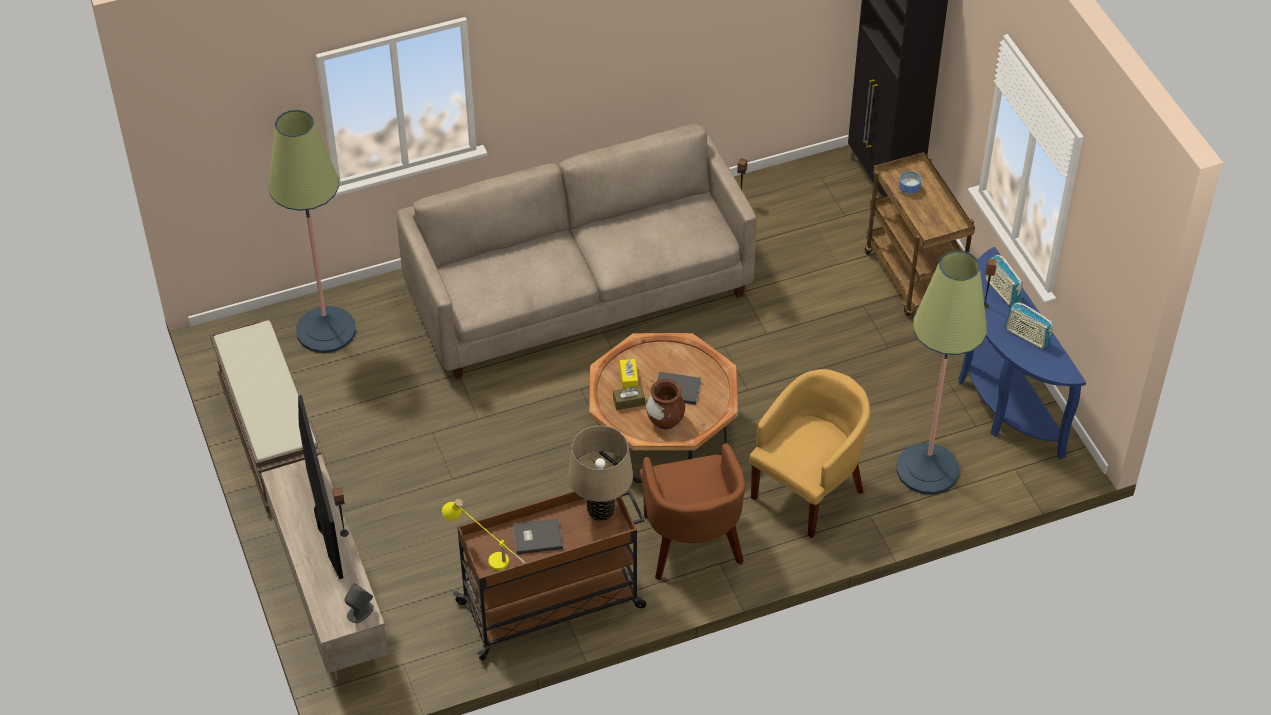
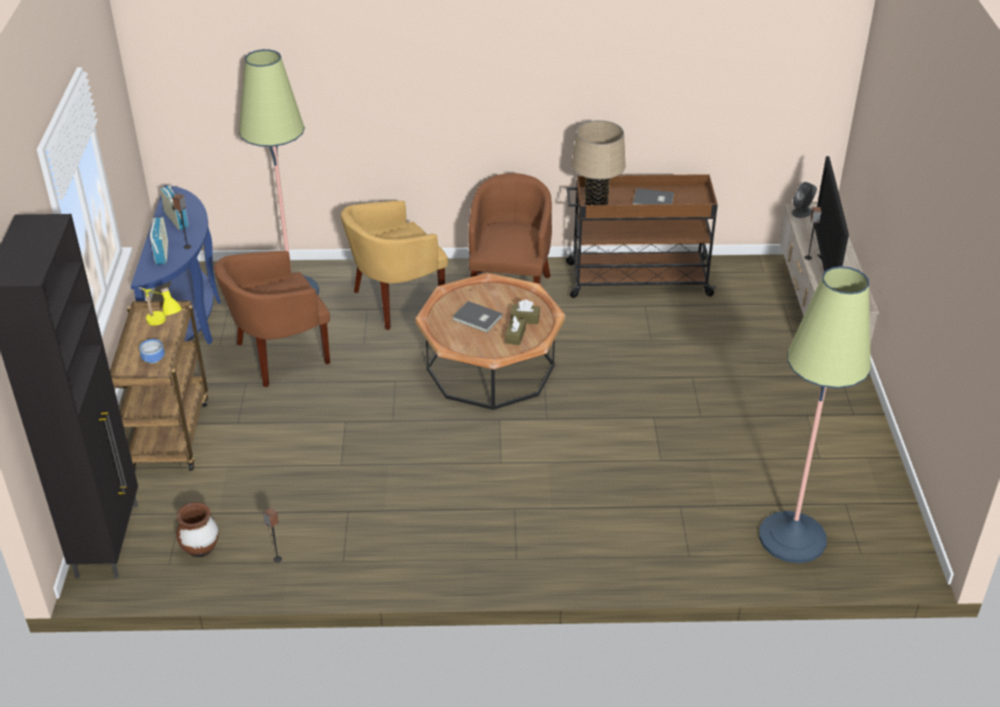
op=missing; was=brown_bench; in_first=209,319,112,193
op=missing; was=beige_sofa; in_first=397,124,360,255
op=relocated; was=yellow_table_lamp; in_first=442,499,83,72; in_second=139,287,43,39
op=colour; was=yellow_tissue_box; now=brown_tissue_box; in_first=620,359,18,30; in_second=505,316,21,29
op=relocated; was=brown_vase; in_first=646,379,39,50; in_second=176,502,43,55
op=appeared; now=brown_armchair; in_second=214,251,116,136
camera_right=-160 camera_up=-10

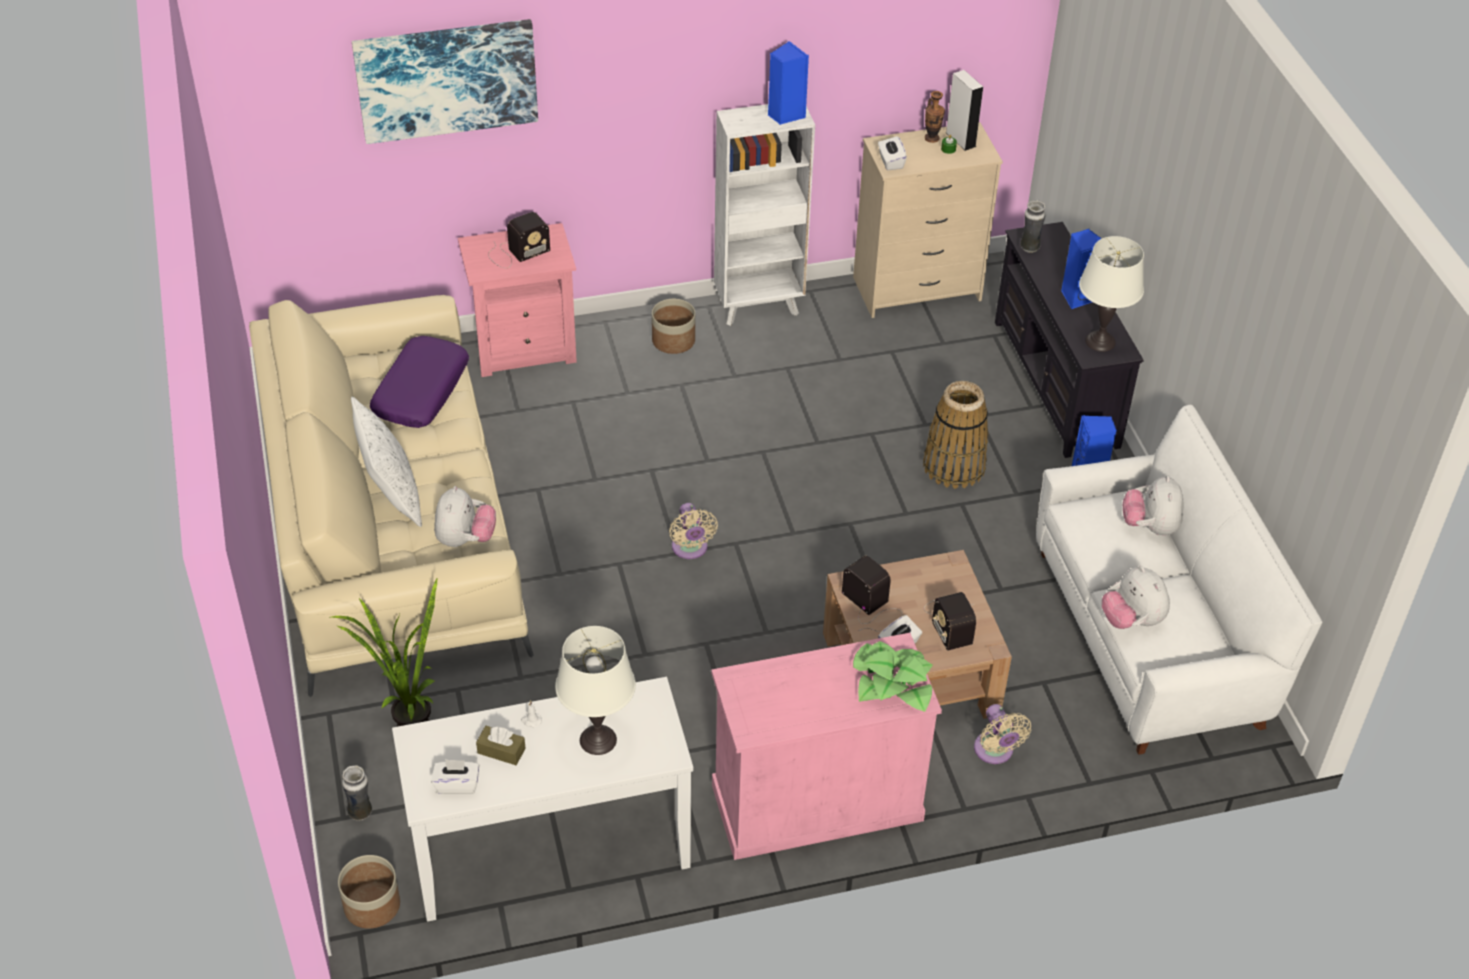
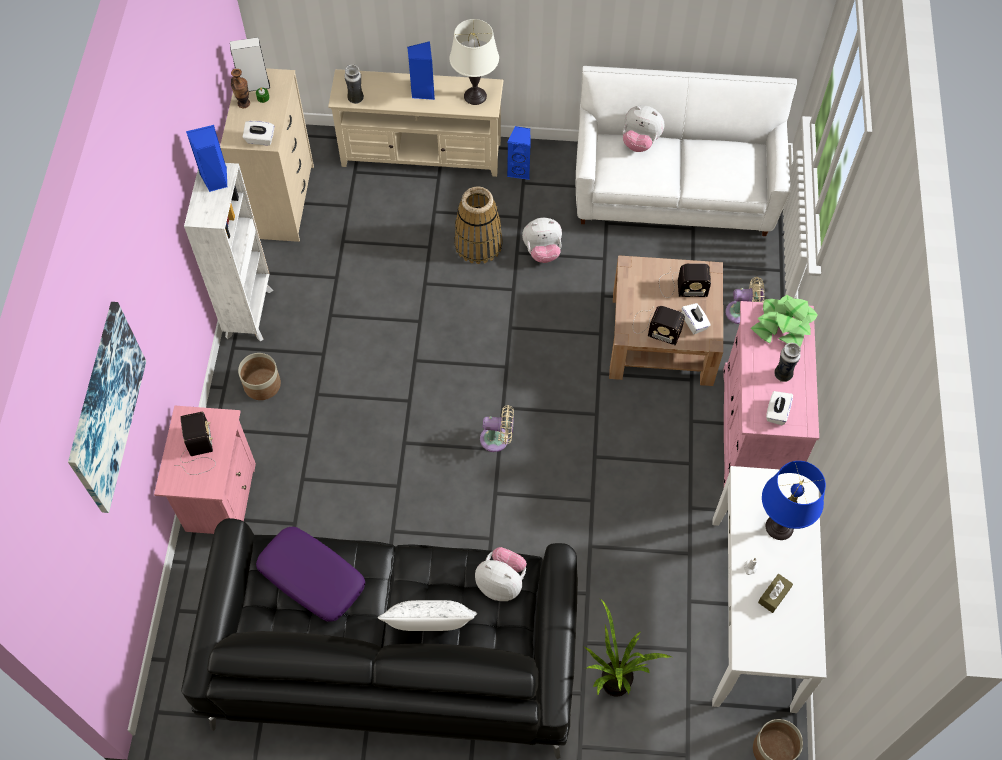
op=colour; was=beige_sofa; now=black_sofa; in_first=249,295,284,402; in_second=181,518,397,241
op=relocated; was=vase; in_first=342,765,30,56; in_second=774,343,27,39
op=relocated; was=white_tissue_box; in_first=431,759,48,35; in_second=766,391,27,34
op=colour; was=white_table_lamp; now=blue_table_lamp; in_first=555,626,81,129; in_second=762,461,64,79
op=spun; was=radio; in_first=842,556,60,76; in_second=633,306,52,40; clockwise=-135
op=colour; was=black_tv_stand; now=beige_tv_stand; in_first=995,222,149,236; in_second=328,69,176,108
op=relocated; was=plush_toy; in_first=1102,566,68,63; in_second=522,218,40,45
camera_right=-70 camera_up=15

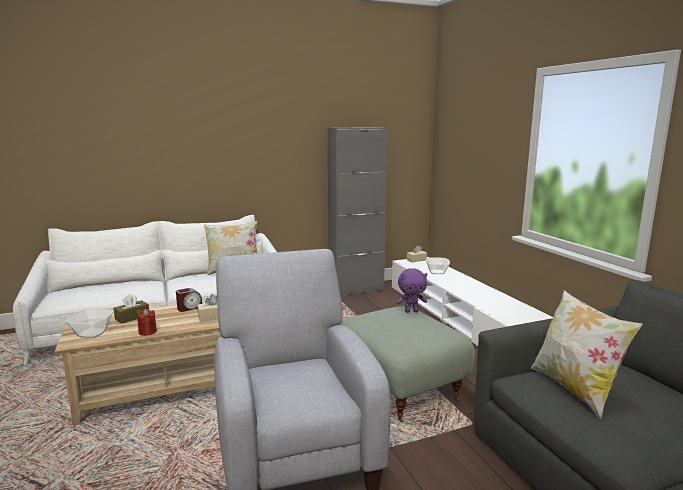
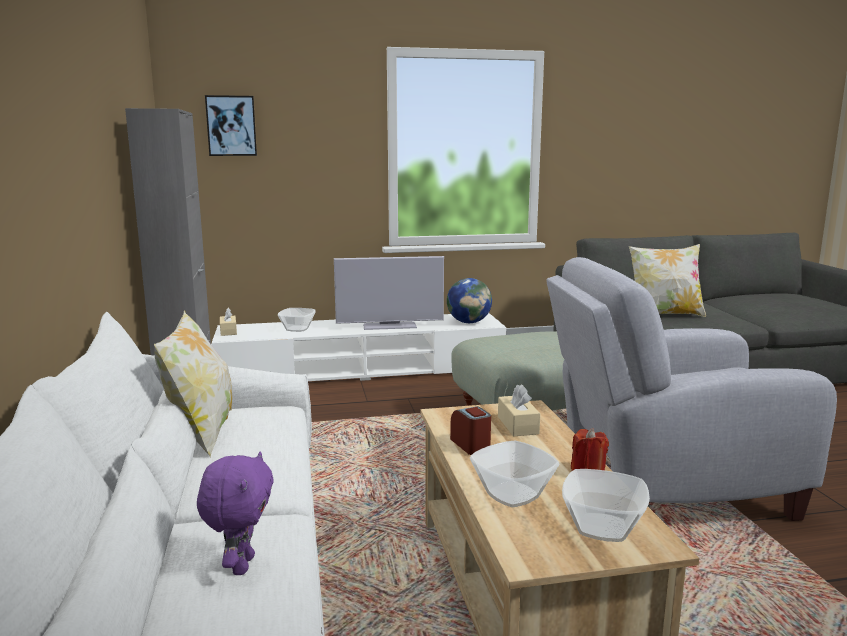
op=exchanged; was=brown_tissue_box; now=bowl; in_first=114,294,35,30; in_second=470,441,89,66
op=relocated; was=purple_plush_toy; in_first=396,268,31,45; in_second=197,451,77,124
op=appeared; now=picture; in_second=205,95,52,61
op=appeared; now=television; in_second=334,256,110,74
op=appeared; now=globe; in_second=447,278,45,45
camera_right=-80 camera_up=0

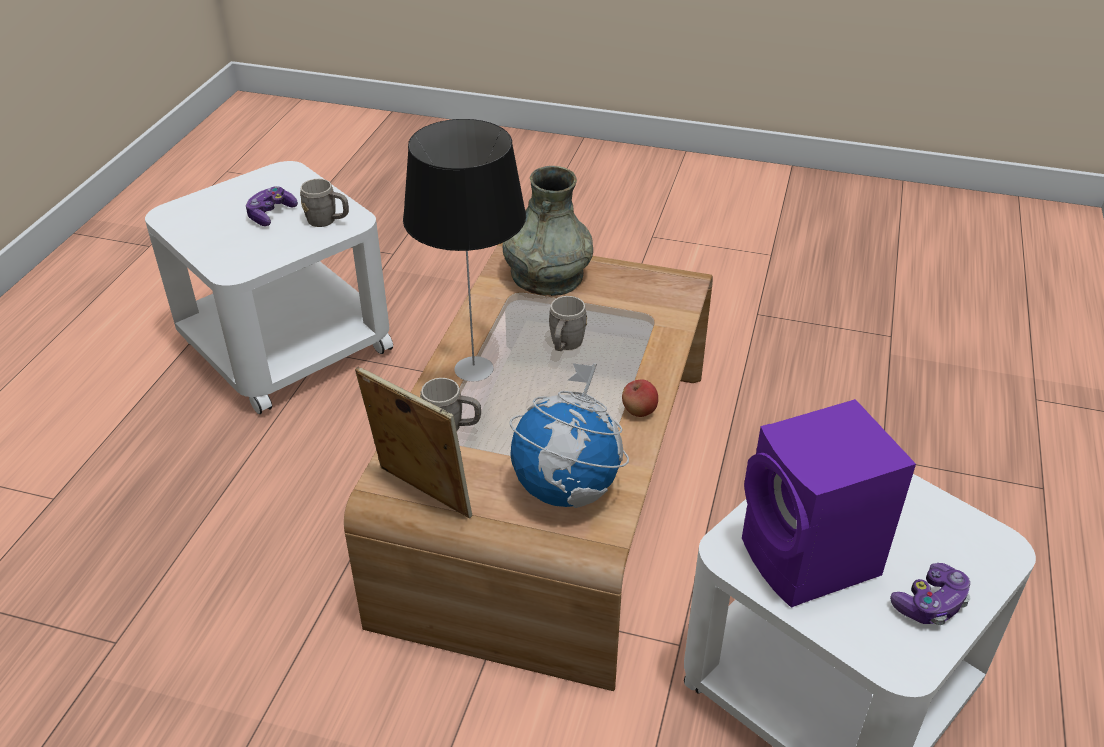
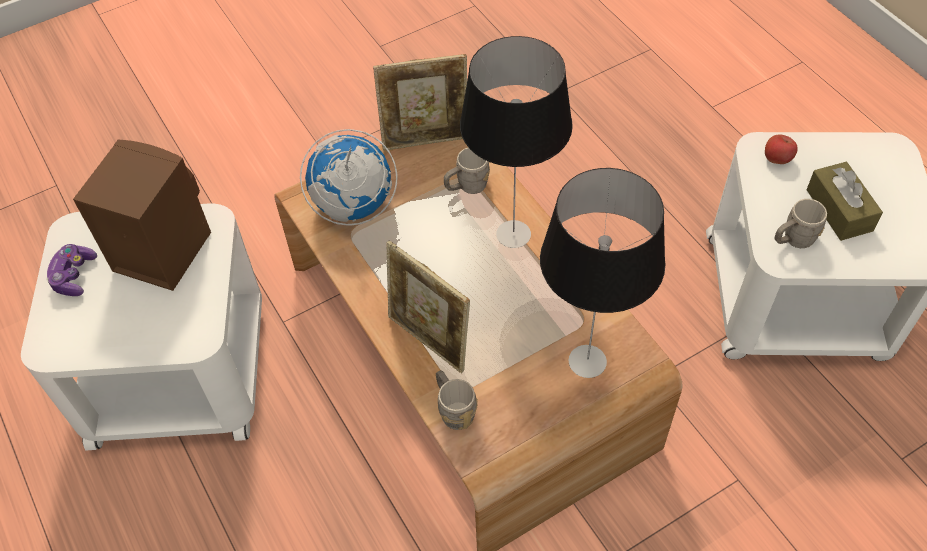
op=exchanged; was=game_controller; now=brown_tissue_box; in_first=246,186,52,40; in_second=806,162,77,79
op=exchanged; was=grey_vase; now=table_lamp; in_first=503,166,90,130; in_second=540,168,125,210
op=relocated; was=grey_mug; in_first=549,296,39,55; in_second=436,370,42,60
op=relocated; was=apple; in_first=622,379,36,38; in_second=765,134,32,30
op=colour; was=purple_speaker; now=brown_speaker; in_first=742,399,174,209; in_second=73,140,138,151
op=appeared; now=picture_frame; in_second=386,240,84,133
camera_right=135 camera_up=15

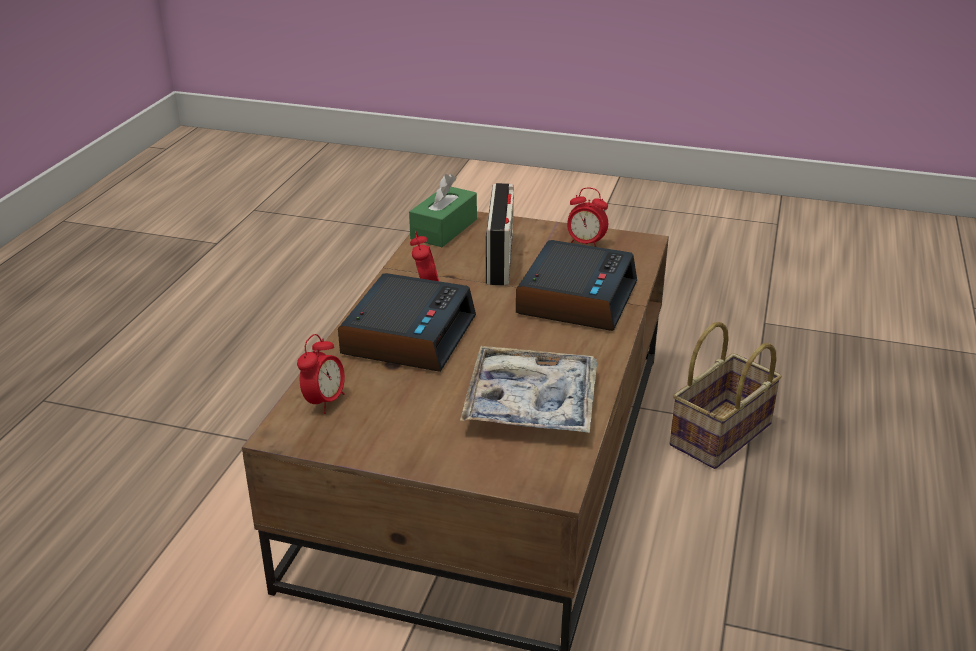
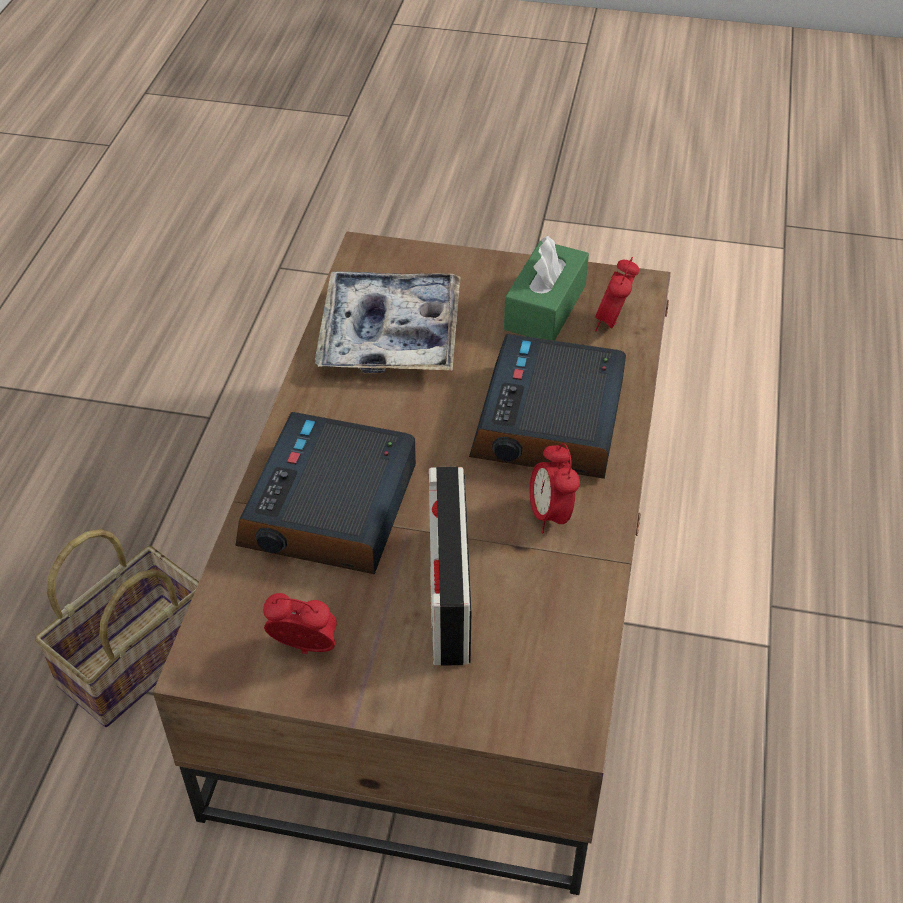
op=relocated; was=green_tissue_box; in_first=409,174,68,73; in_second=504,236,85,105
camera_right=175 camera_up=15

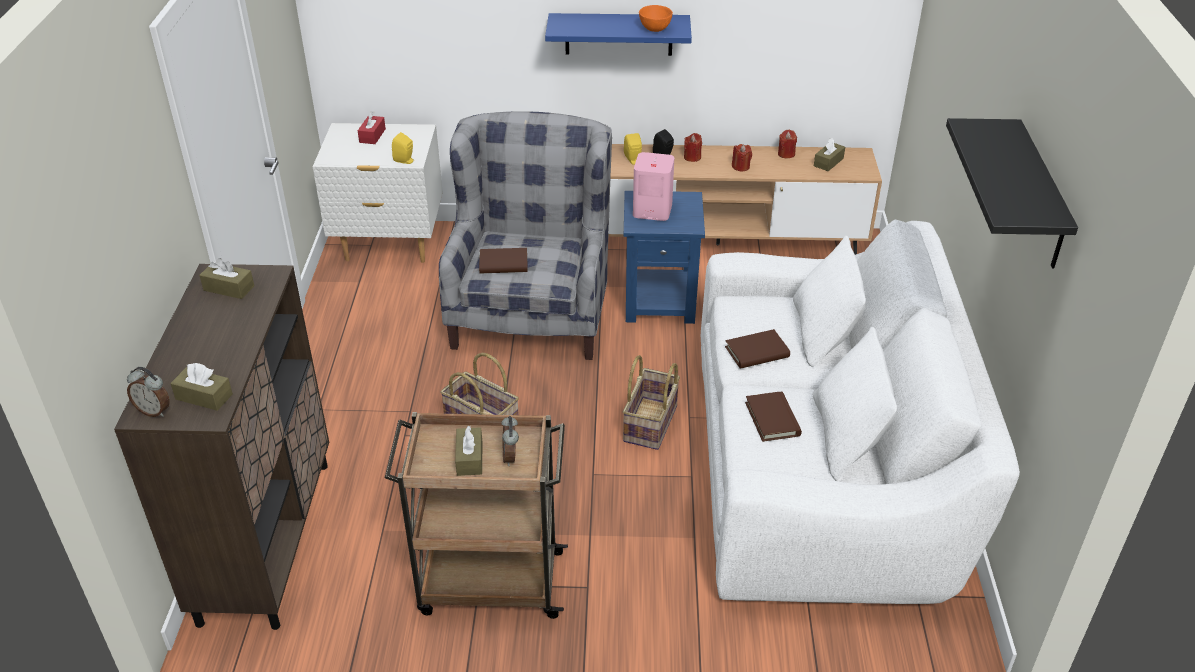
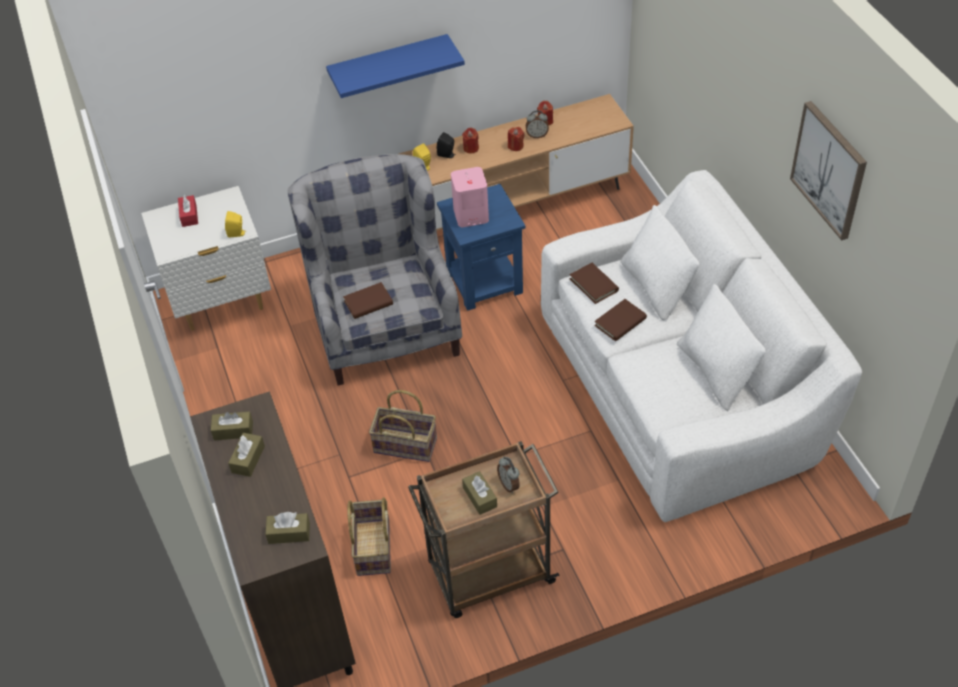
op=relocated; was=alarm_clock; in_first=127,367,43,50; in_second=526,110,23,28
op=relocated; was=basket; in_first=622,355,58,95; in_second=347,497,44,79
op=missing; was=orange_bowl; in_first=639,5,34,27
op=relocated; was=brown_book; in_first=745,391,57,51; in_second=570,263,49,41
op=relocated; was=brown_tissue_box; in_first=814,138,31,33; in_second=228,433,37,44
op=exchanged; was=black_shelf; now=picture; in_first=946,118,132,150; in_second=790,101,77,140
camera_right=-20 camera_up=10

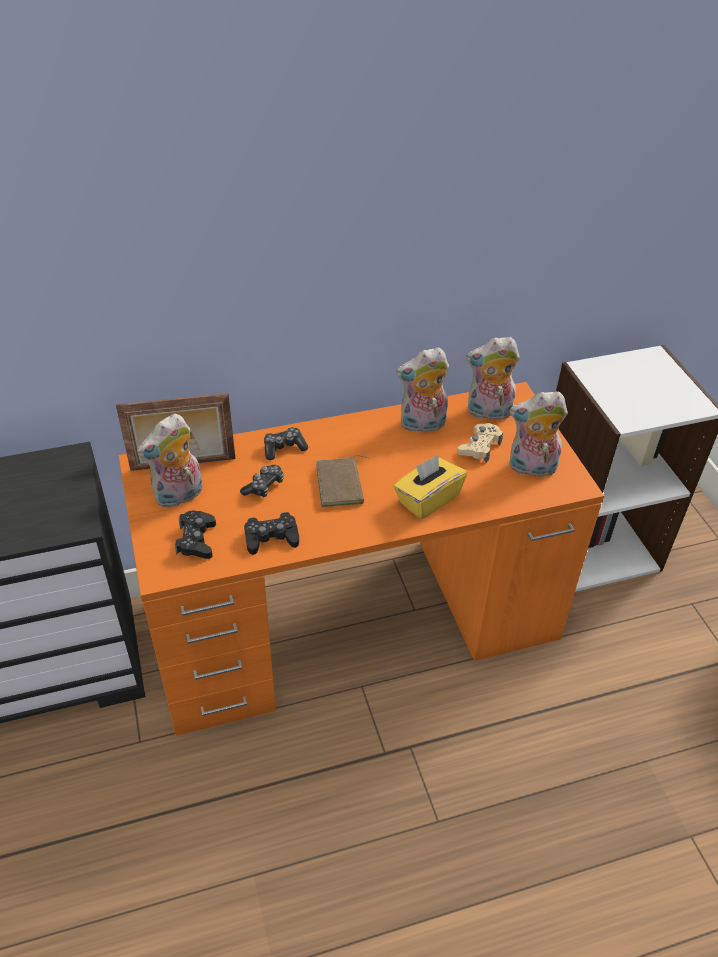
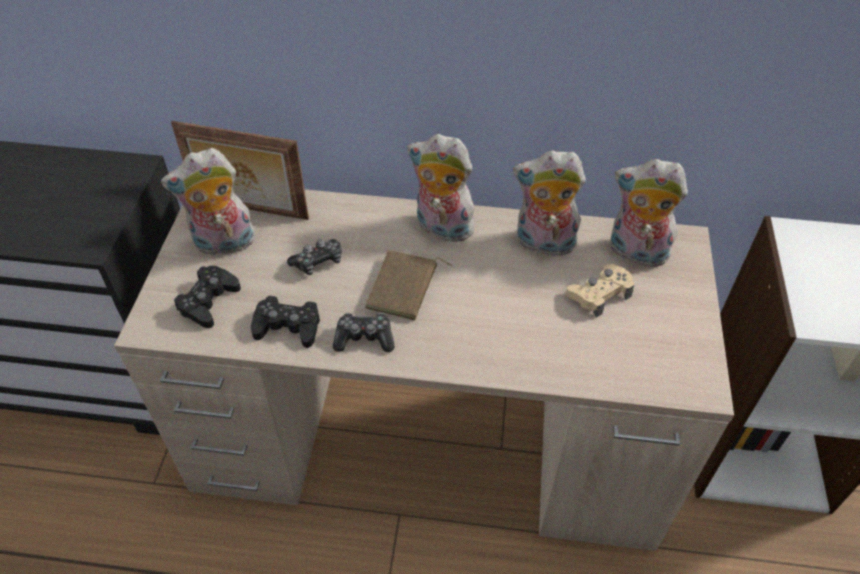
op=colour; was=orange_desk; now=beige_desk; in_first=118,382,486,354; in_second=114,189,620,362
op=relocated; was=game_controller; in_first=264,427,44,33; in_second=333,313,61,39
op=missing; was=yellow_tissue_box; in_first=394,454,73,65
op=relocated; was=plush_toy; in_first=509,391,59,89; in_second=407,134,67,108
camera_right=25 camera_up=5

